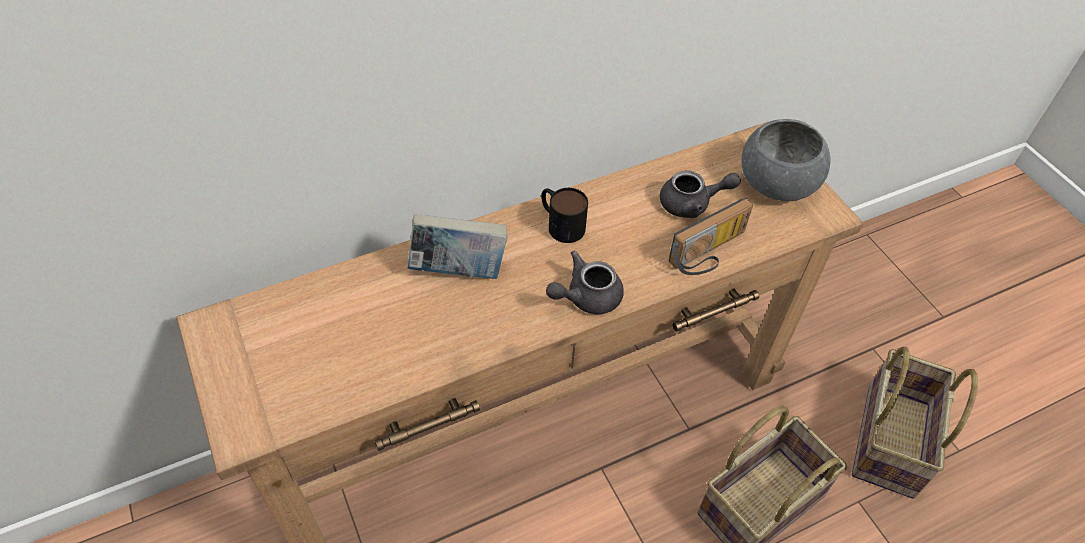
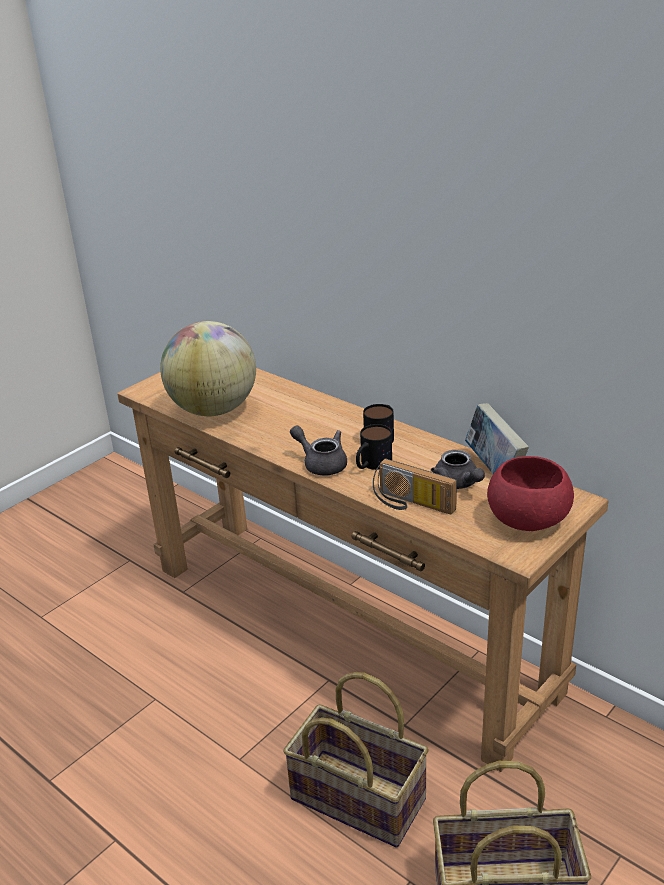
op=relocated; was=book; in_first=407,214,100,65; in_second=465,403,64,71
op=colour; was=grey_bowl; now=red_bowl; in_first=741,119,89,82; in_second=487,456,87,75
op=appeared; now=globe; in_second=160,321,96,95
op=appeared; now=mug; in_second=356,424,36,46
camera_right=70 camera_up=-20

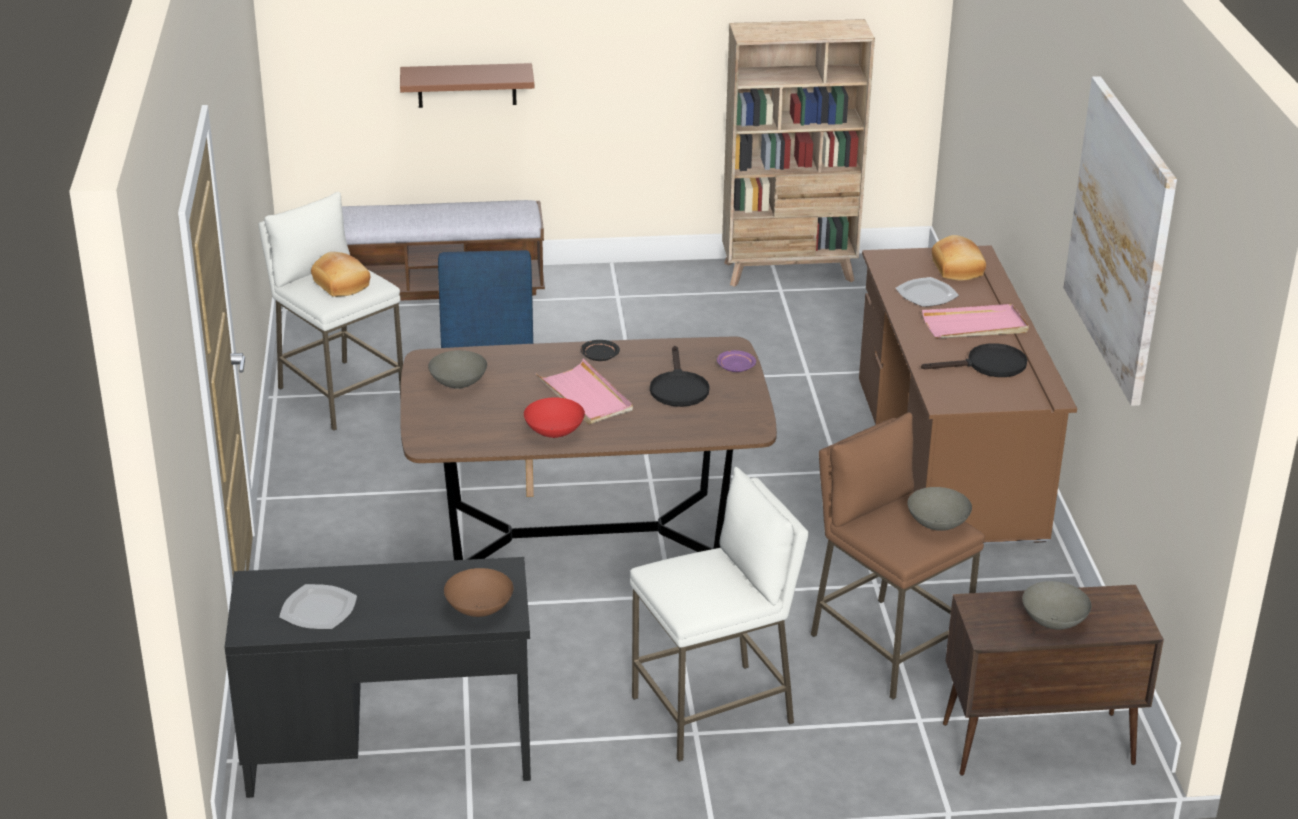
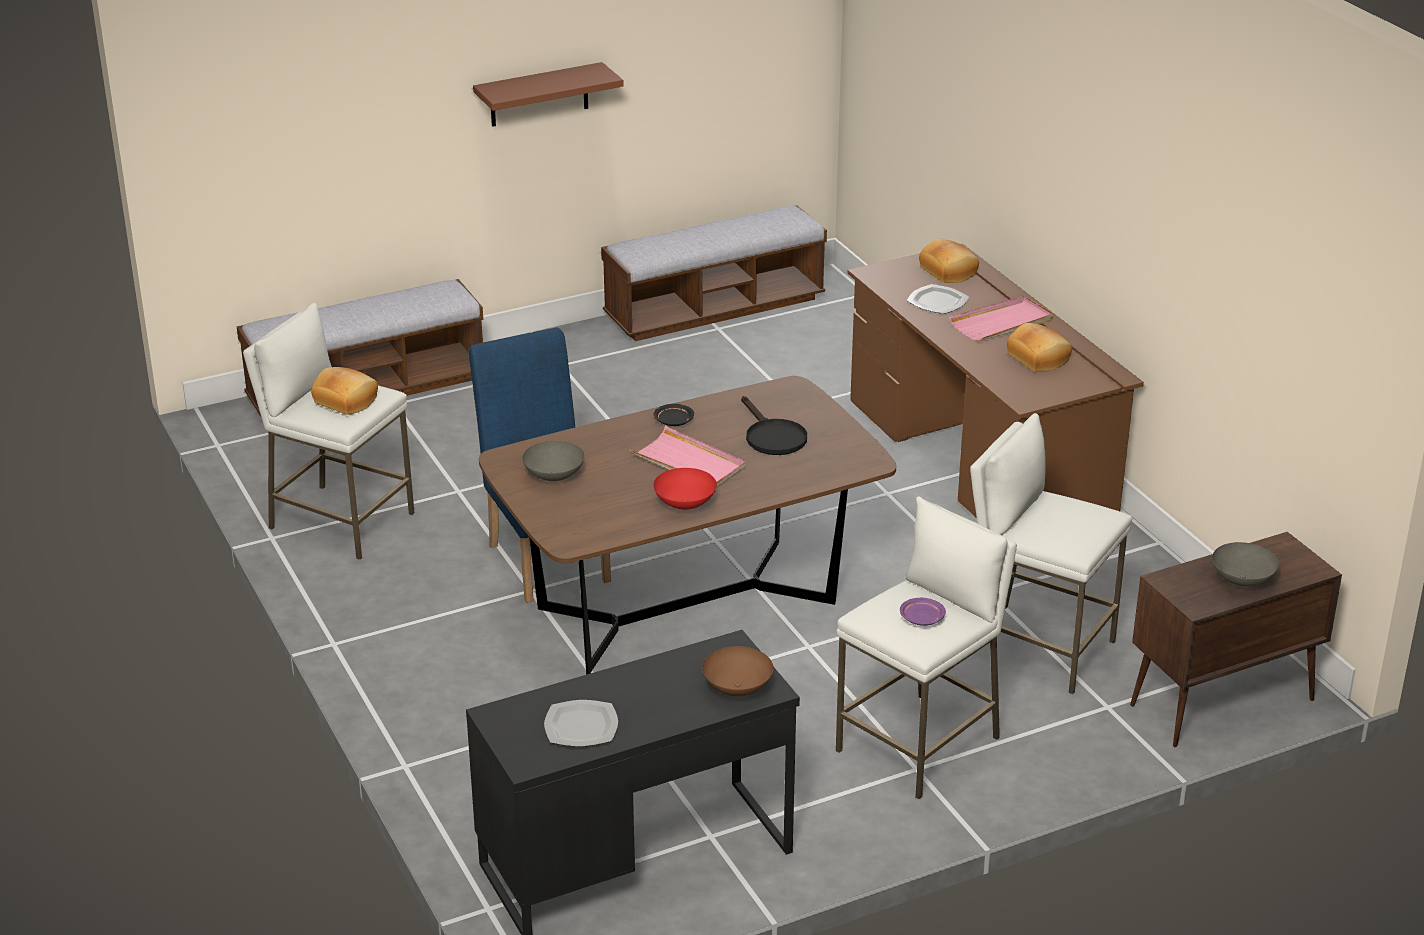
op=relocated; was=brown_shelf; in_first=400,63,134,45; in_second=473,62,151,65
op=relocated; was=purple_plate; in_first=717,350,39,22; in_second=900,598,46,28
op=exchanged; was=beige_bookcase; now=bench; in_first=722,19,153,268; in_second=601,205,226,136
op=colour; was=brown_stool; now=white_stool; in_first=811,412,174,287; in_second=970,413,162,281
op=missing; was=grey_bowl; in_first=907,487,65,44
op=exchanged; was=black_frying_pan; now=bread; in_first=921,343,106,34; in_second=1007,323,65,49
op=missing; was=picture; in_first=1063,76,114,330
camera_right=-20 camera_up=0

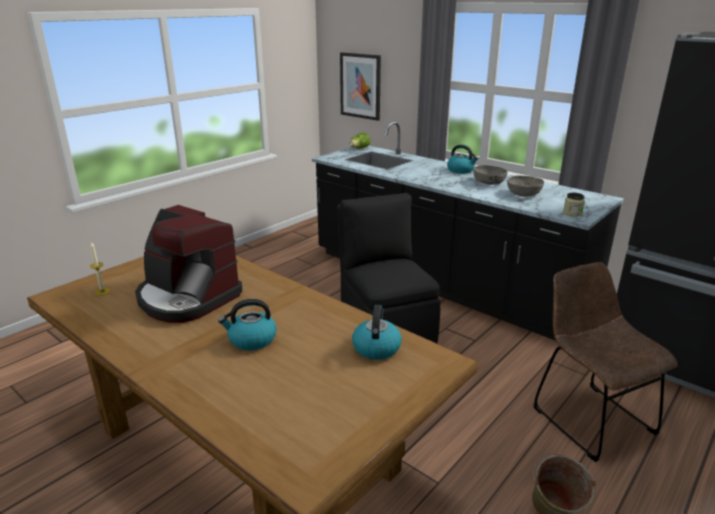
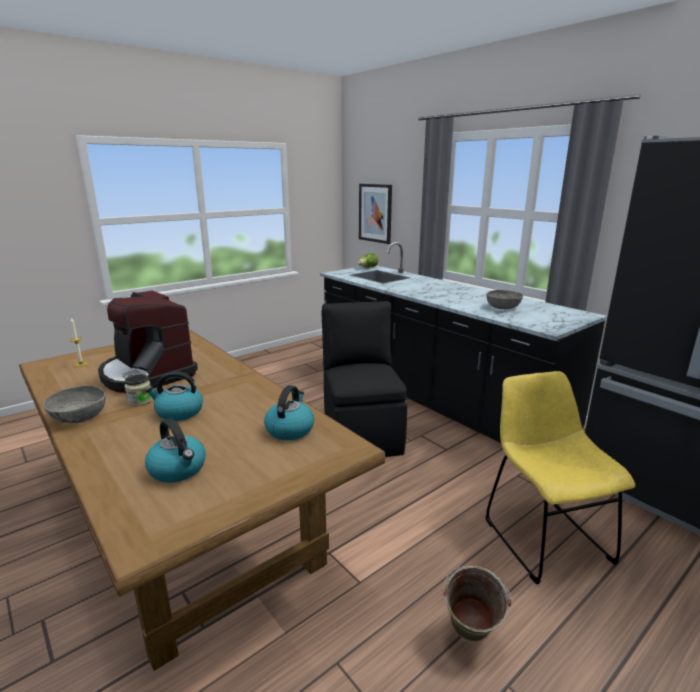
op=relocated; was=kettle; in_first=447,145,31,29; in_second=145,419,61,64
op=relocated; was=grey_bowl; in_first=473,165,35,20; in_second=43,386,63,37
op=colour; was=brown_chair; now=yellow_chair; in_first=533,262,145,200; in_second=485,371,150,213
op=relocated; was=jar; in_first=563,193,22,23; in_second=124,374,29,32
camera_right=10 camera_up=-5

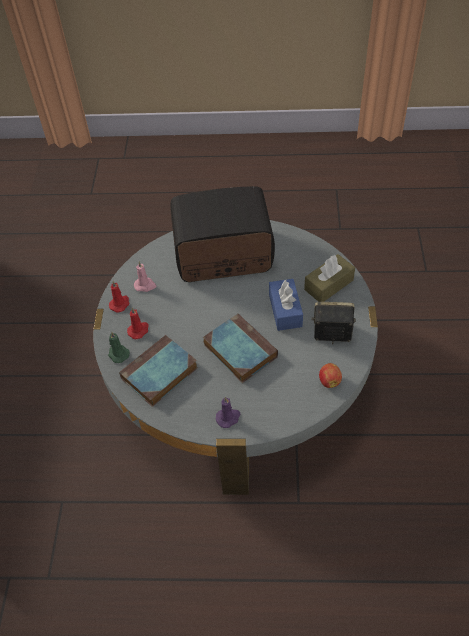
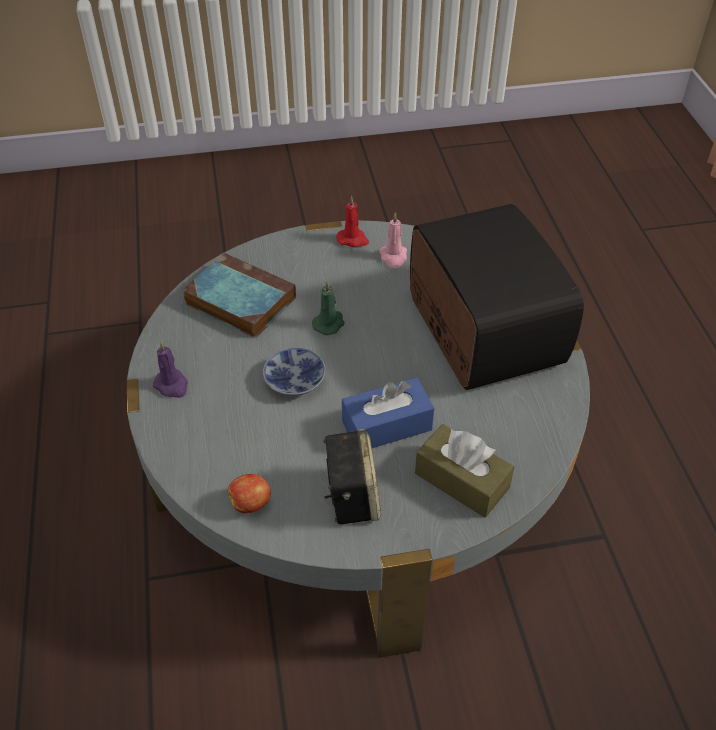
op=relocated; was=green_candle; in_first=108,331,22,32; in_second=312,281,33,54
op=missing; was=red_candle; in_first=127,308,22,31
op=exchanged; was=book; now=bowl; in_first=203,313,75,70; in_second=263,347,63,49
camera_right=75 camera_up=-5

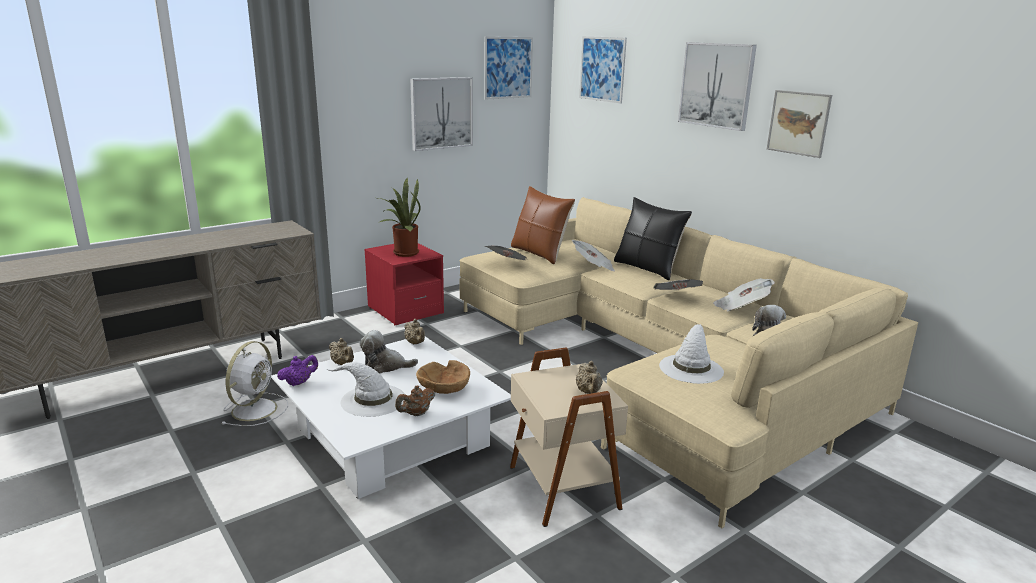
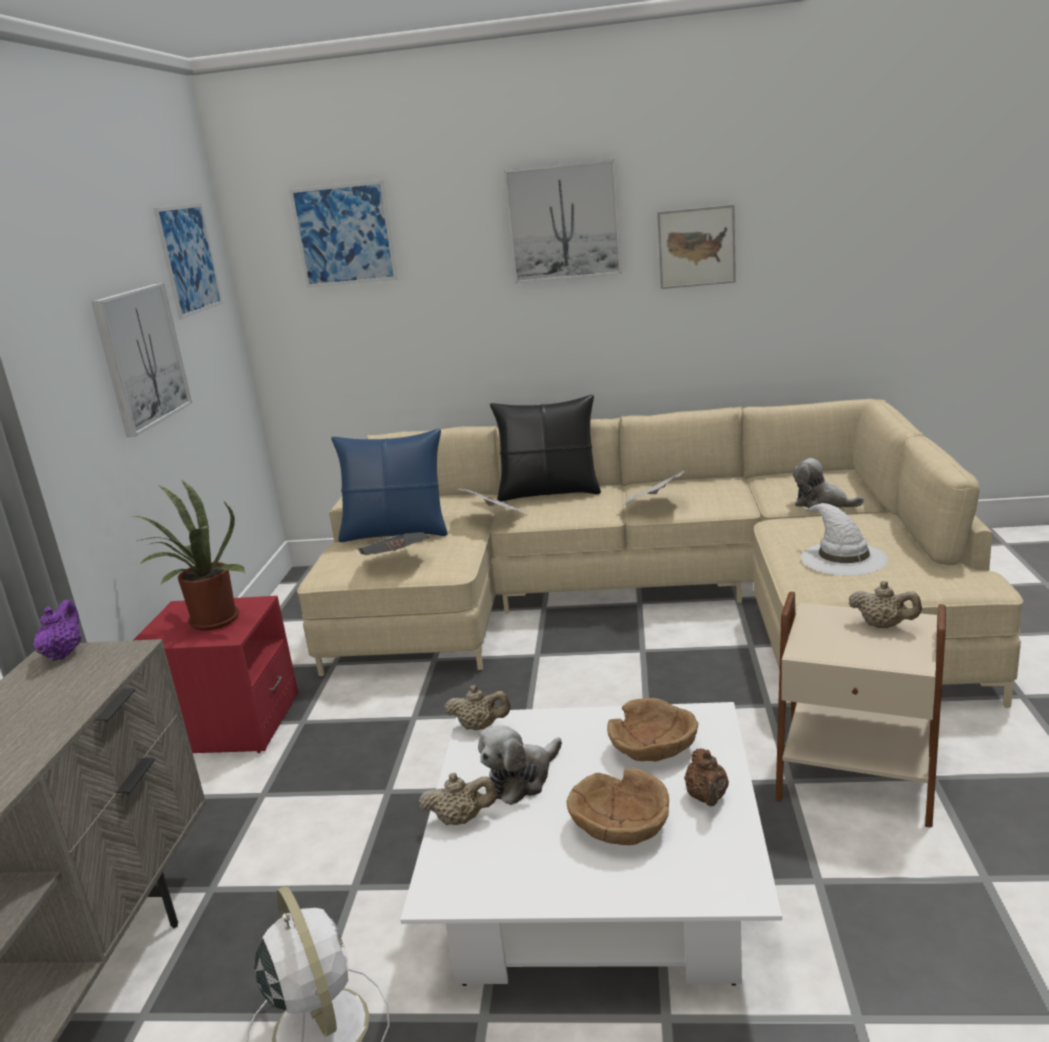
op=relocated; was=purple_teapot; in_first=277,355,41,31; in_second=33,600,48,61
op=exchanged; was=white_hat; now=brown_bowl; in_first=327,362,78,55; in_second=566,769,103,76
op=colour; was=brown_pillow; now=blue_pillow; in_first=511,186,64,78; in_second=331,429,117,113
op=missing; was=newspaper; in_first=713,278,62,34
camera_right=-45 camera_up=0

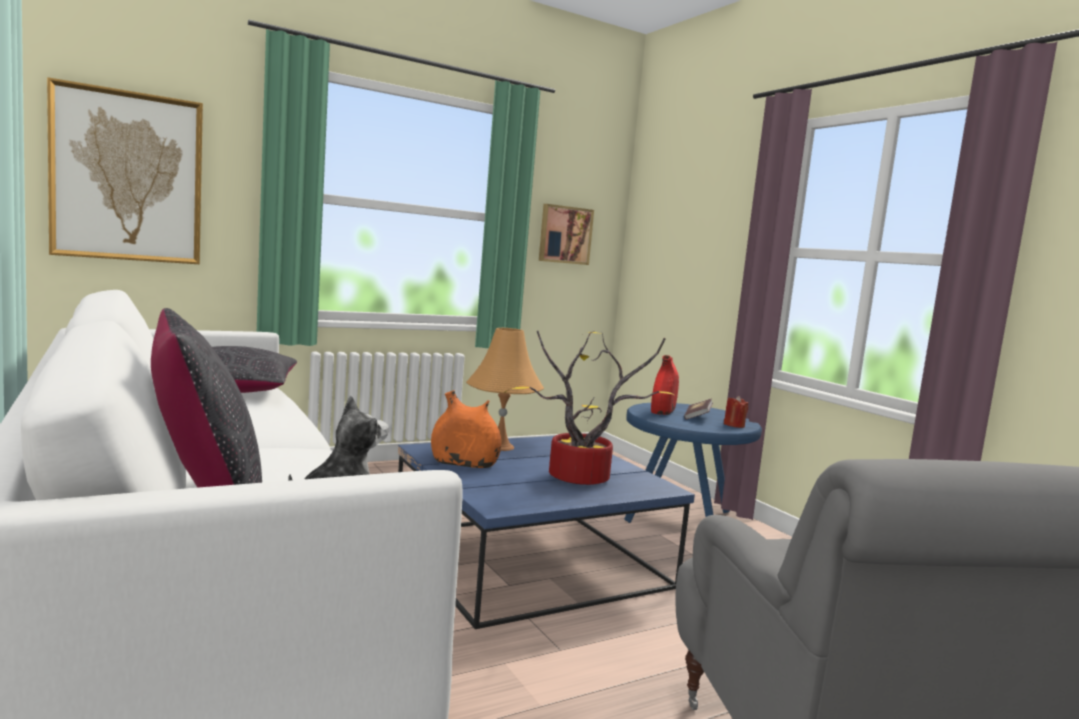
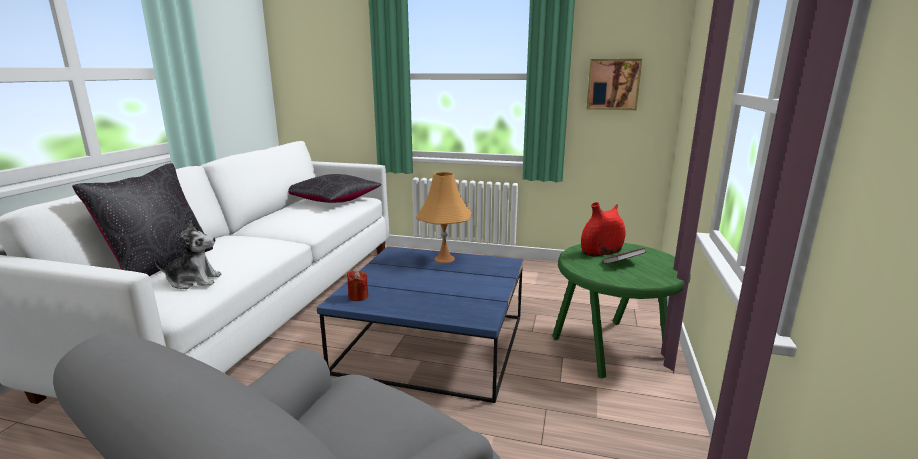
op=missing; was=picture; in_first=47,77,156,187
op=missing; was=orange_vase; in_first=431,390,70,78
op=missing; was=potted_plant; in_first=504,331,170,154
op=colour; was=blue_side_table; now=green_side_table; in_first=624,403,138,120; in_second=552,243,139,135
op=relocated; was=red_candle; in_first=724,396,24,32; in_second=347,270,21,31
camera_right=45 camera_up=10

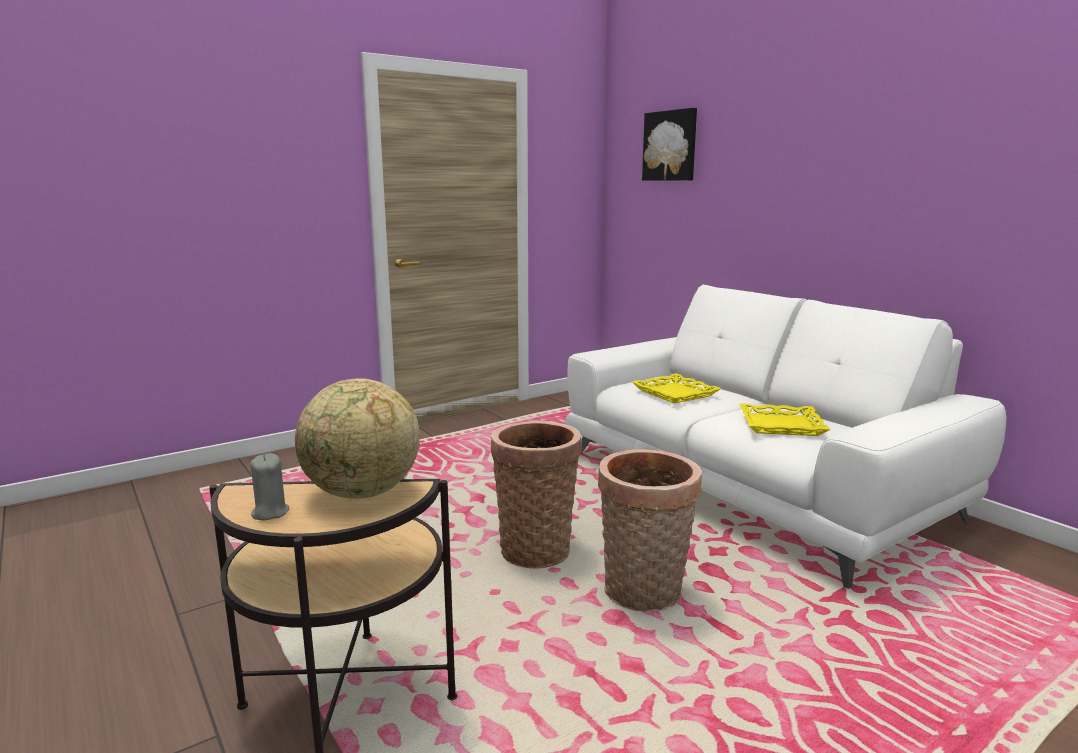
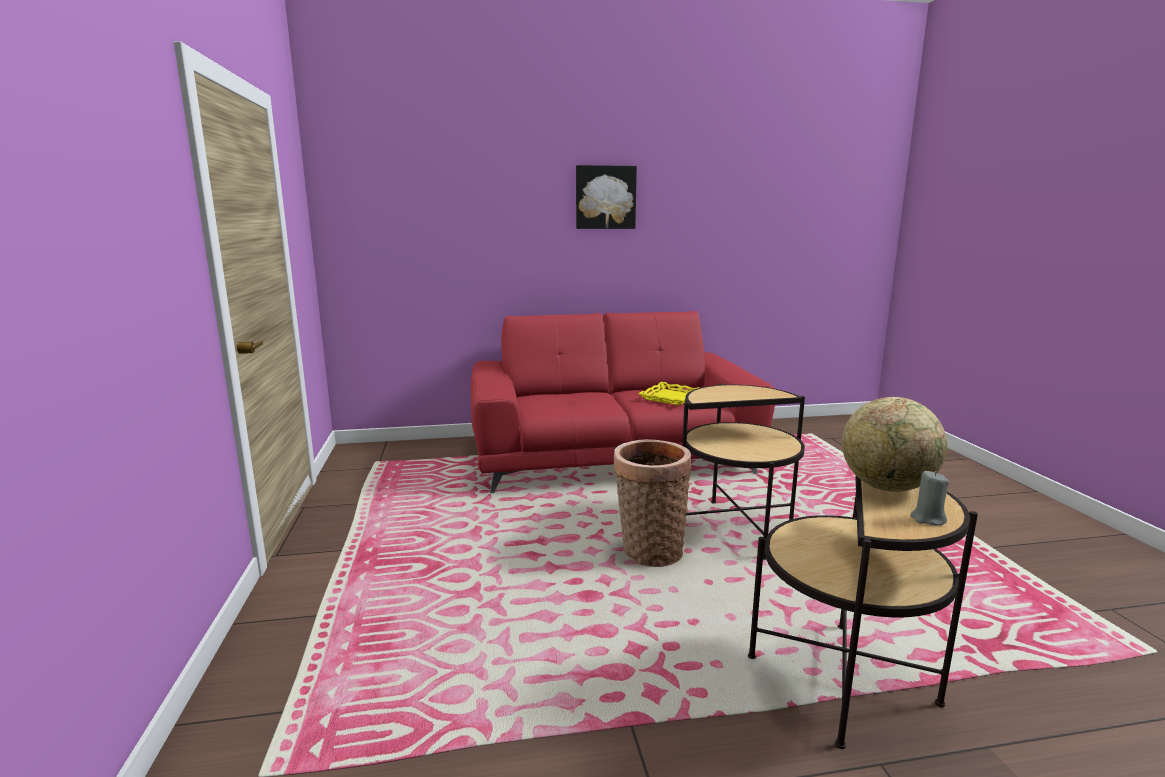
op=colour; was=white_sofa; now=red_sofa; in_first=565,285,442,304; in_second=470,311,305,182
op=exchanged; was=basket; now=side_table; in_first=598,449,104,163; in_second=682,383,123,177
op=missing; was=yellow_tray; in_first=632,373,89,31
op=relocated; was=picture; in_first=642,108,55,73; in_second=576,165,61,64
camera_right=-65 camera_up=0

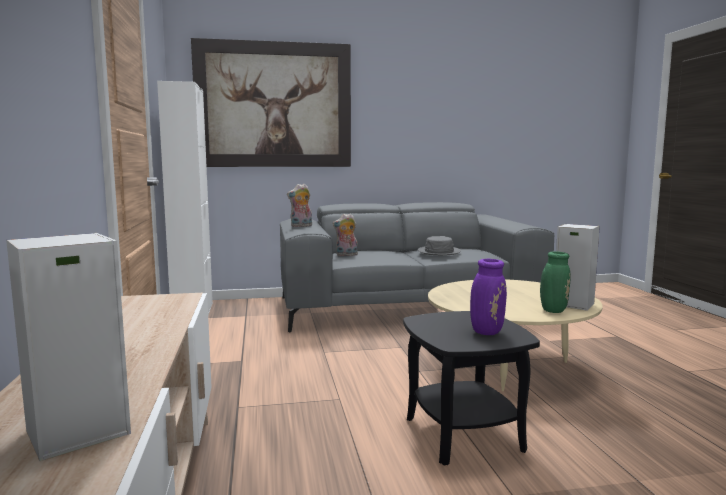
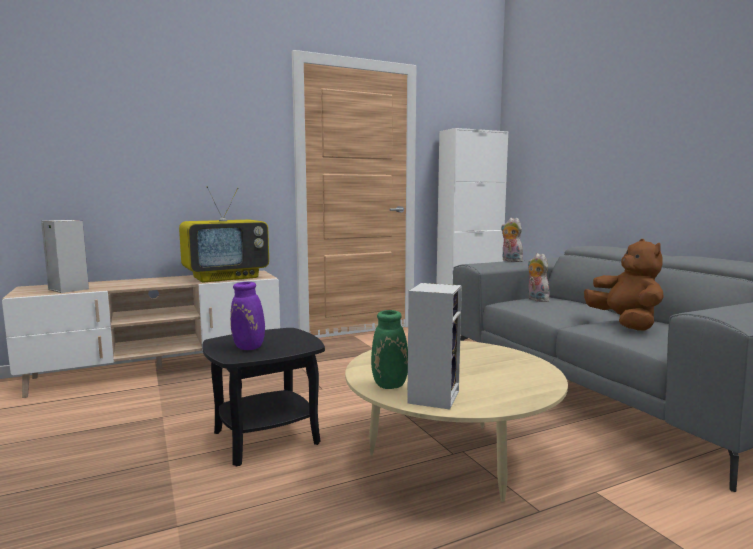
op=missing; was=picture; in_first=191,38,160,129
op=exchanged; was=grey_hat; now=brown_plush_toy; in_first=418,236,43,20; in_second=584,239,80,92
op=appeared; now=television; in_second=179,186,90,97
camera_right=75 camera_up=0

